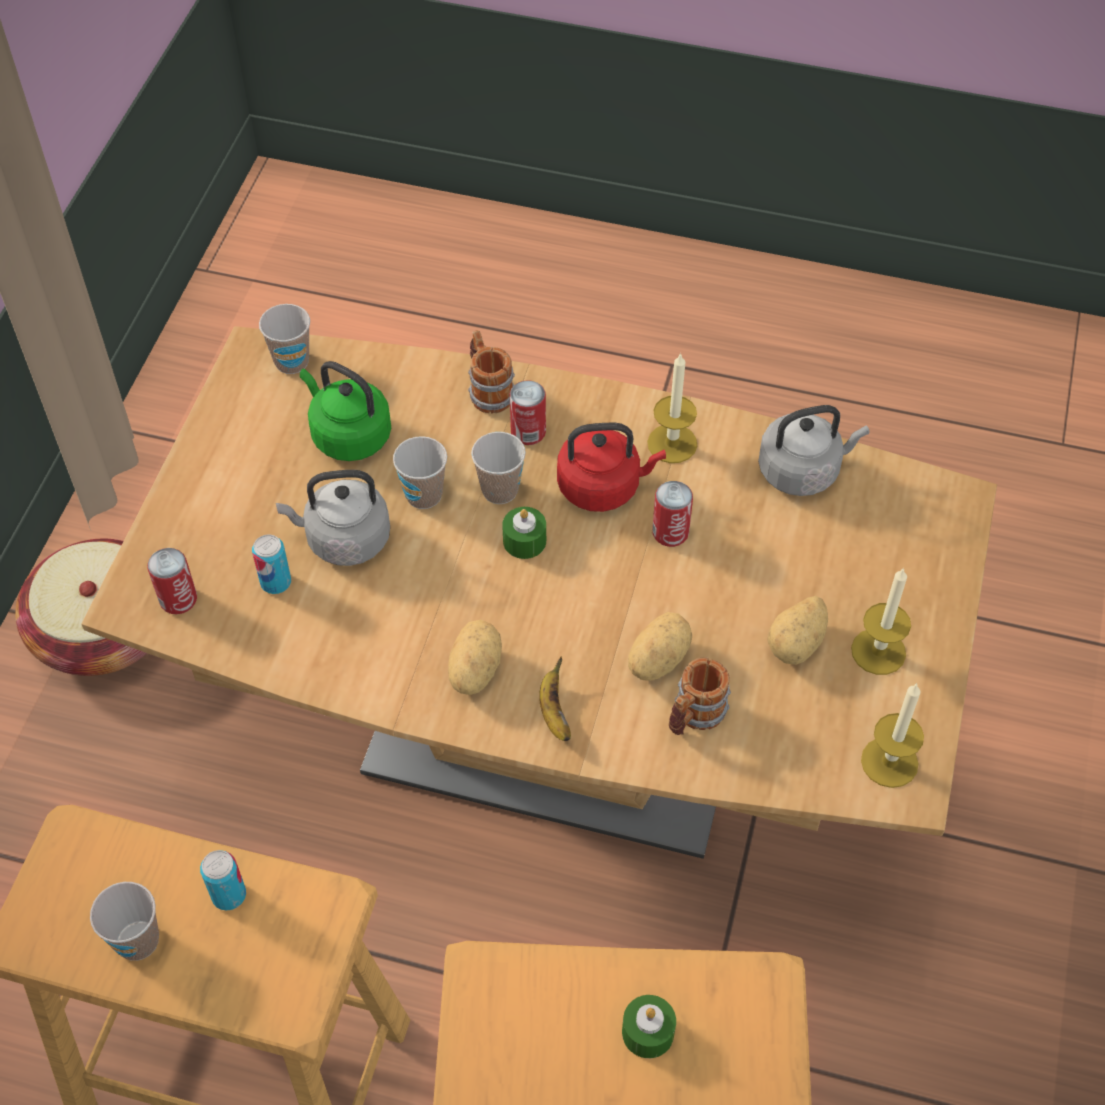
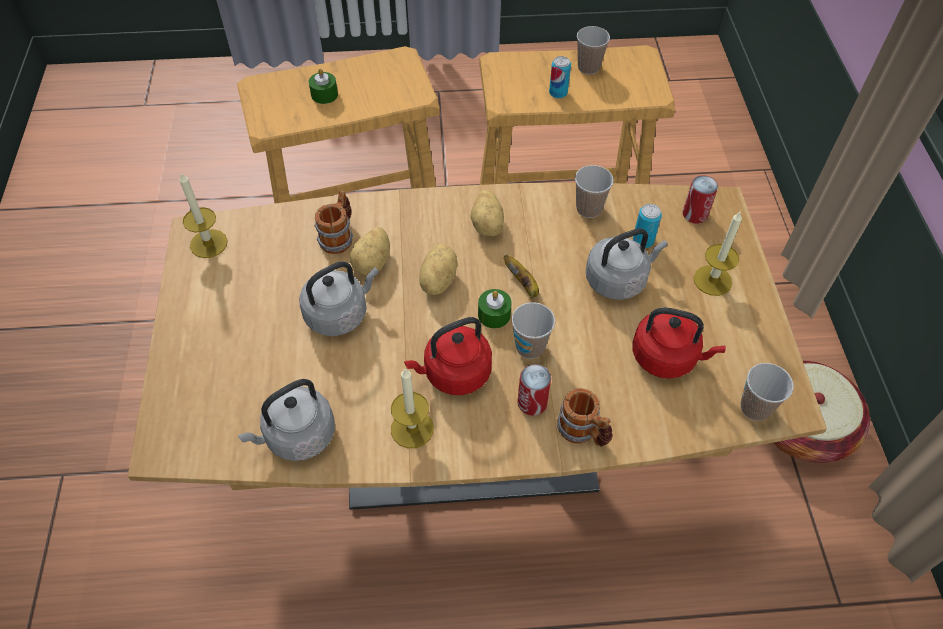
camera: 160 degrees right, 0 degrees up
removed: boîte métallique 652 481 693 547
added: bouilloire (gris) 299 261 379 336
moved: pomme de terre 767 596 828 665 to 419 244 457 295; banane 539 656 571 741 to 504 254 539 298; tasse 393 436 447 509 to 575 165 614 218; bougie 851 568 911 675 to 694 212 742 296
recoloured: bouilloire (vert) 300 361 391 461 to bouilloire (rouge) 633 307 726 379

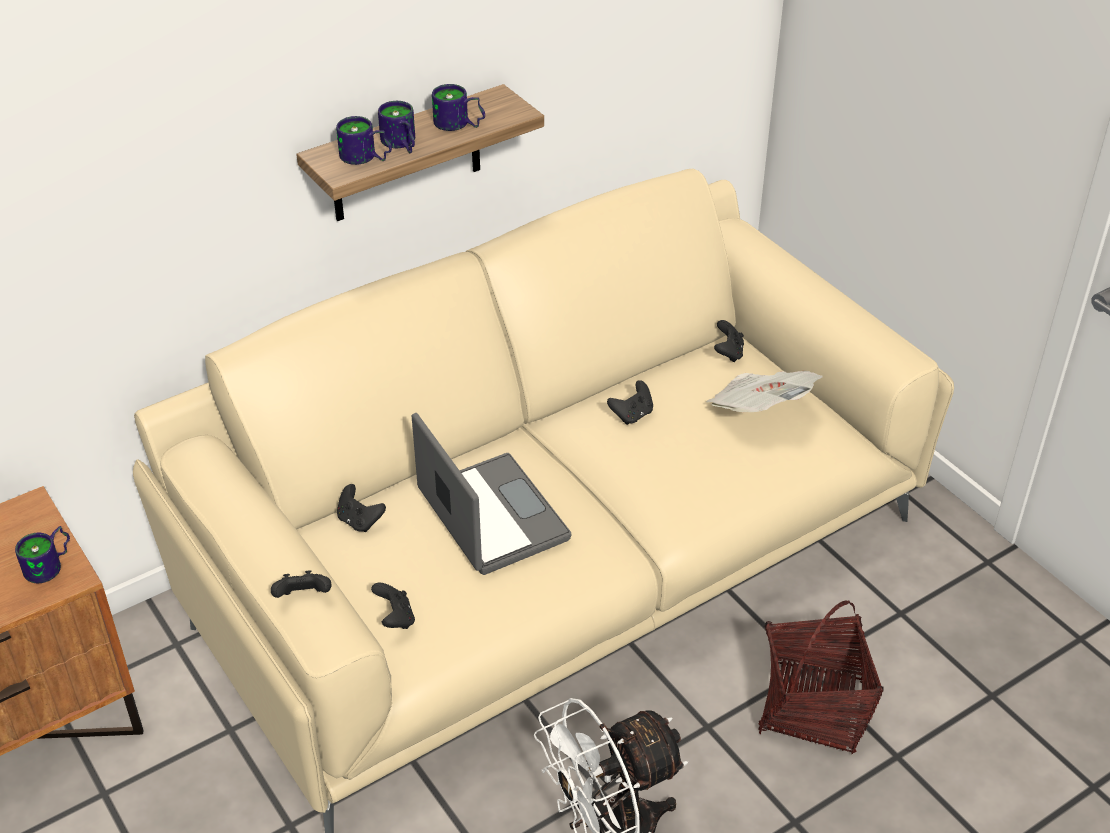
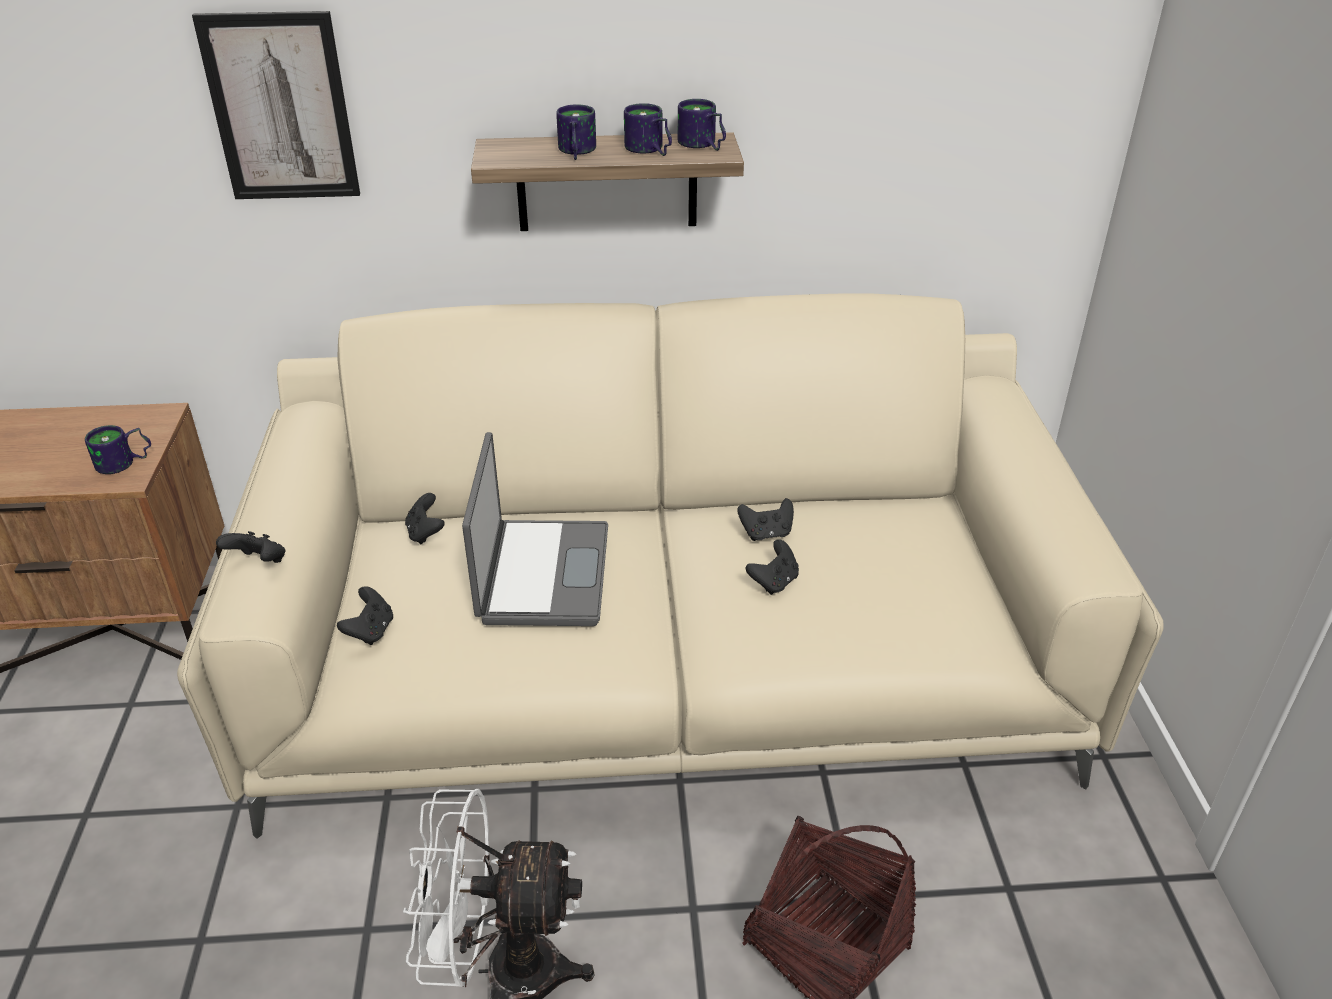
camera: 30 degrees right, 5 degrees down
removed: journal 706 371 822 412
added: tableau 192 11 360 199
moved: mug 336 116 392 165 to 678 99 726 151; manette (noir) 714 320 744 362 to 746 539 799 595

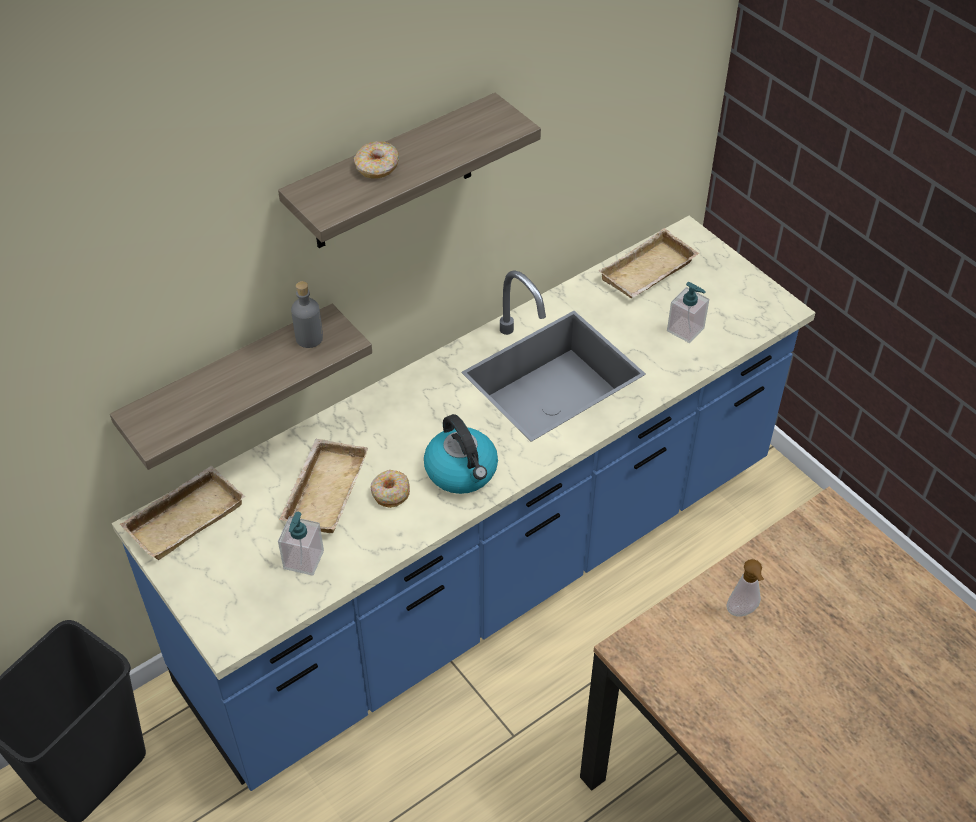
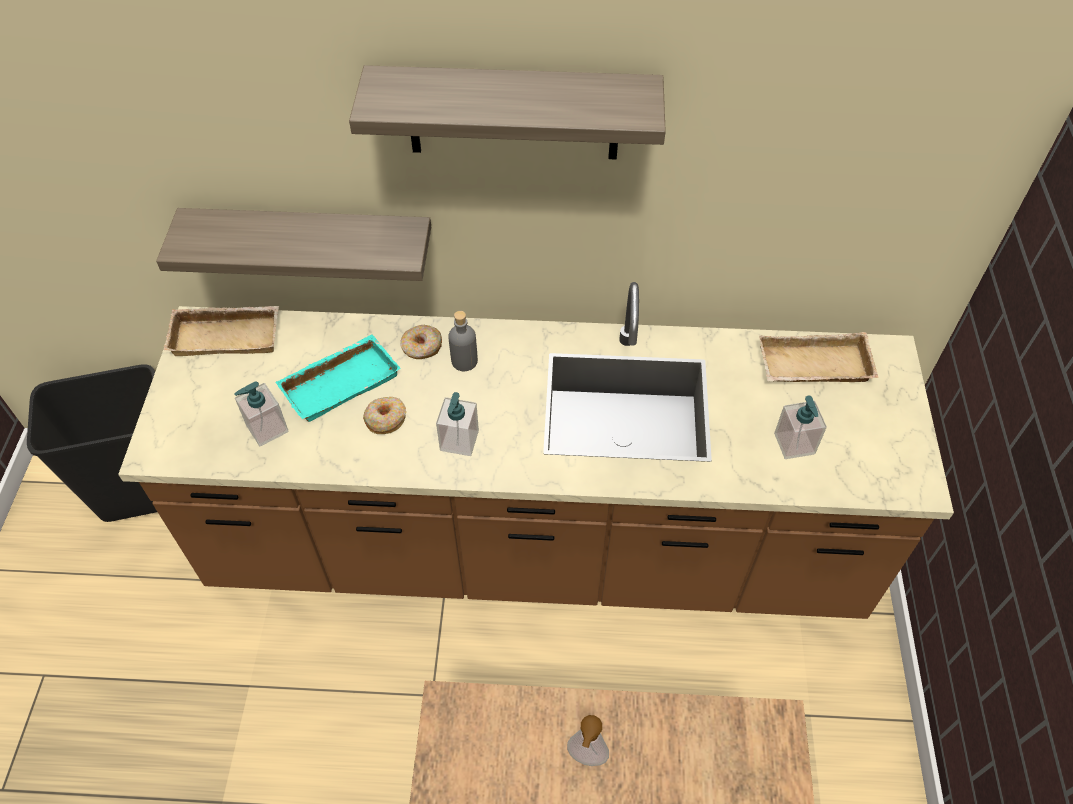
camera: 40 degrees right, 5 degrees up
moved: beignet 354 141 399 179 to 400 325 442 359; bouteille (gris) 291 281 323 348 to 448 311 478 371
replaced: bouilloire 424 414 498 494 to distributeur de savon 436 392 479 456
recoloured: comptoir de cuisine (bleu) 112 216 816 791 to comptoir de cuisine (marron) 118 282 954 619; plateau (beige) 279 439 368 533 to plateau (turquoise) 275 334 401 422

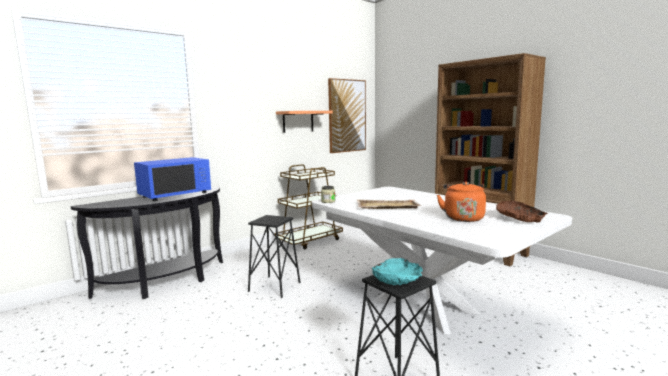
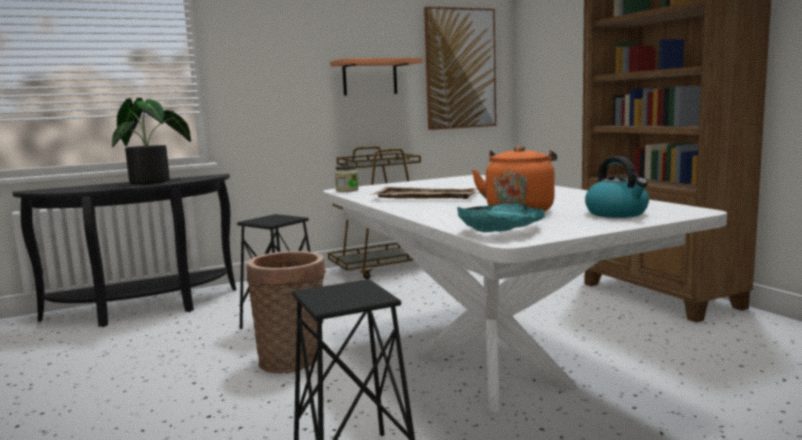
camera: 15 degrees right, 0 degrees up
added: panier 247 251 326 373
moved: bol (turquoise) 372 258 423 285 to 457 203 545 232
replaced: micro-ondes (bleu) 134 157 211 201 to plante en pot 112 98 191 184; bol (marron) 496 201 548 223 to bouilloire 585 156 649 218

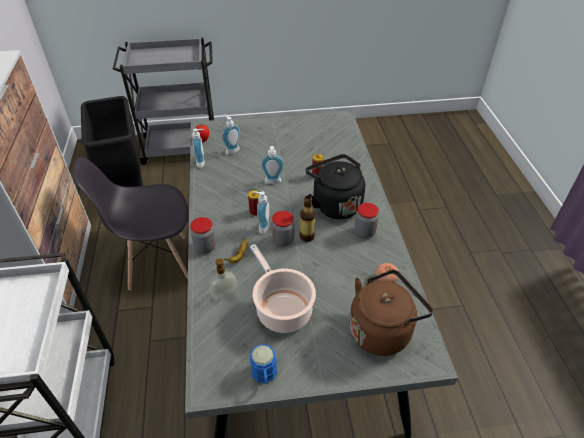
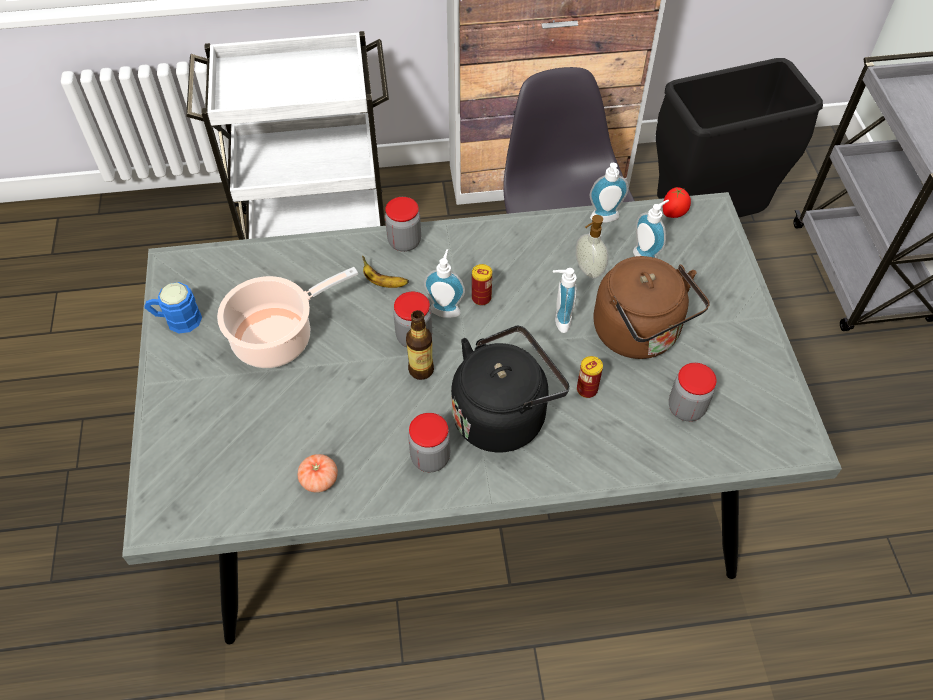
camera: 90 degrees right, 10 degrees up
added: bocal 669 363 717 421
moved: distributeur de savon 209 258 237 301 to 576 215 608 279; bouilloire (marron) 349 269 433 356 to 593 256 710 359

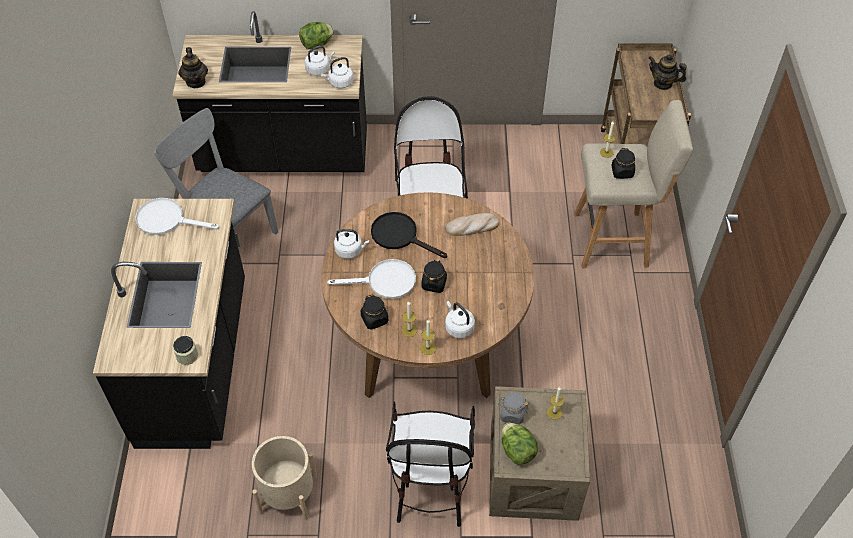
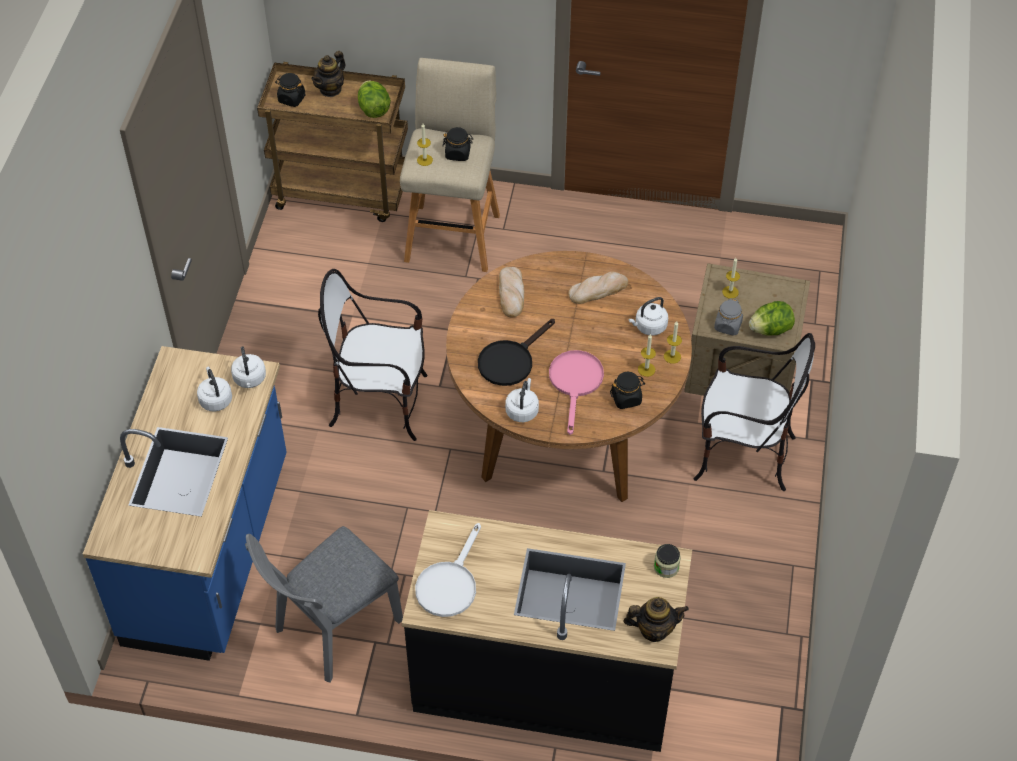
camera: 80 degrees left, 0 degrees up
removed: cache-pot (beige) 252 436 317 520
added: pain 568 272 628 304
moved: bocal (noir) 422 259 447 293 to 275 73 305 107; laitue 299 22 334 49 to 358 81 391 118; théière 178 47 208 88 to 624 597 689 642
recoloured: comptoir de cuisine (noir) 172 11 367 172 to comptoir de cuisine (bleu) 83 346 287 661; poêle (blanc) 327 259 416 299 to poêle (rose) 549 350 604 435

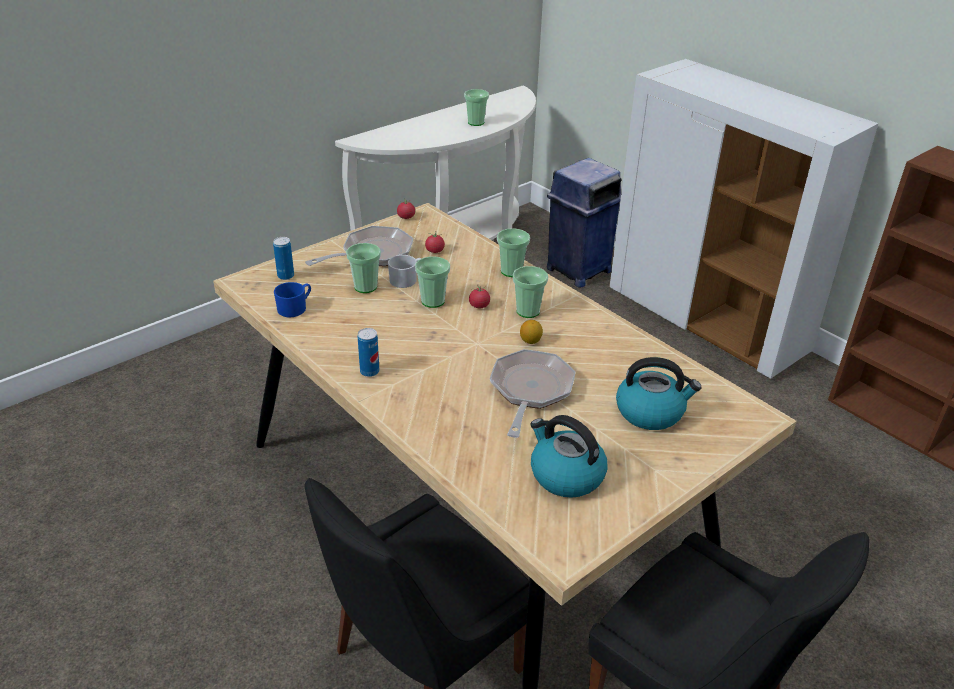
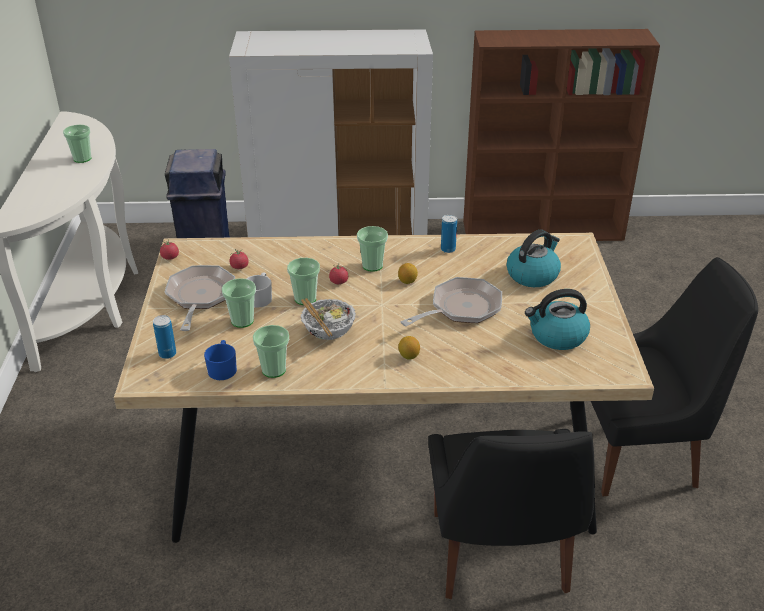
camera: 50 degrees left, 0 degrees up
added: bol 300 298 356 340; citron 398 336 420 360
moved: tasse 497 228 530 277 to 253 325 289 378; boîte métallique 357 328 379 377 to 441 214 457 253
turned: poêle 490 349 576 438 = 400 277 502 326 90 degrees clockwise

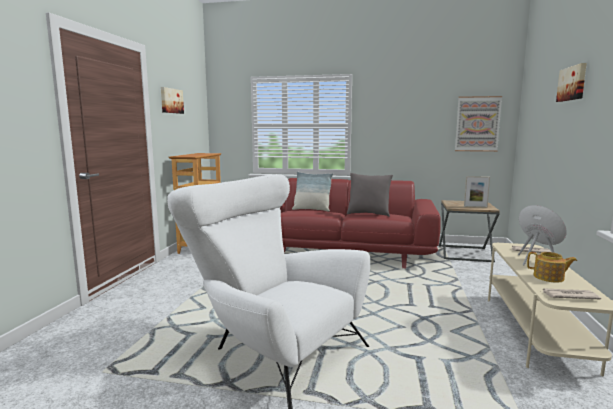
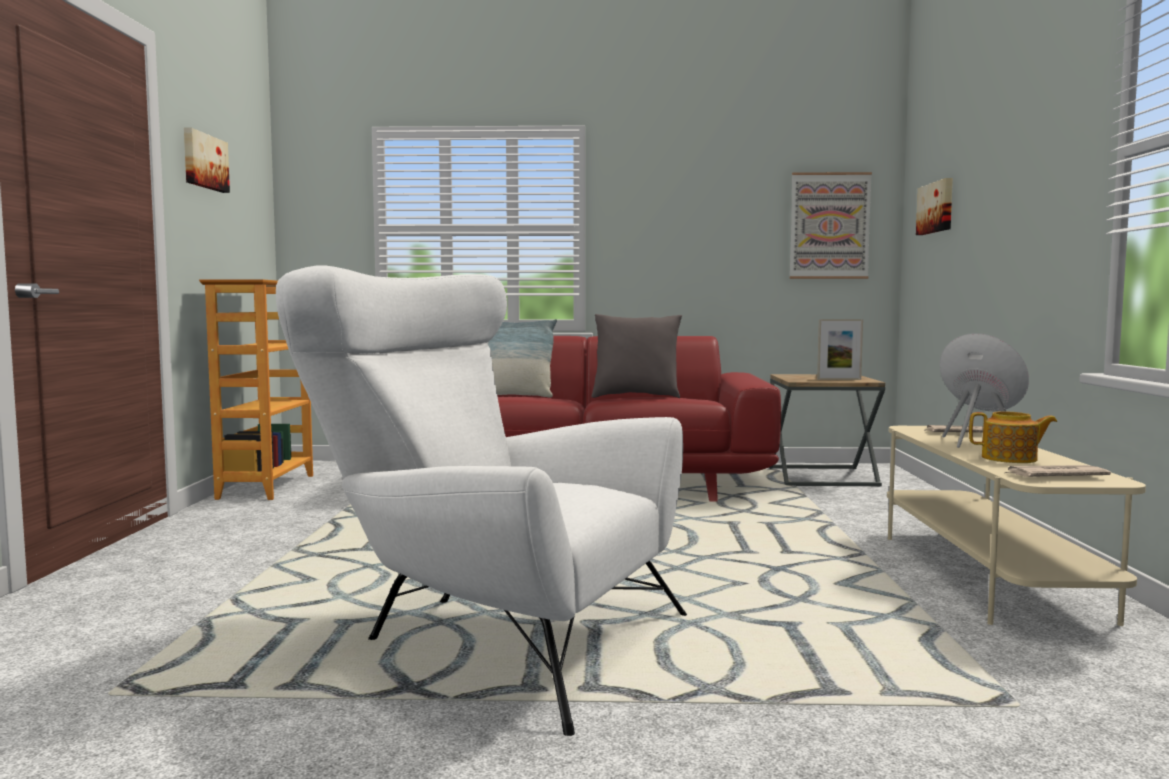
camera: 10 degrees left, 5 degrees down
moved: tableau 556 63 587 102 to 916 178 953 235

